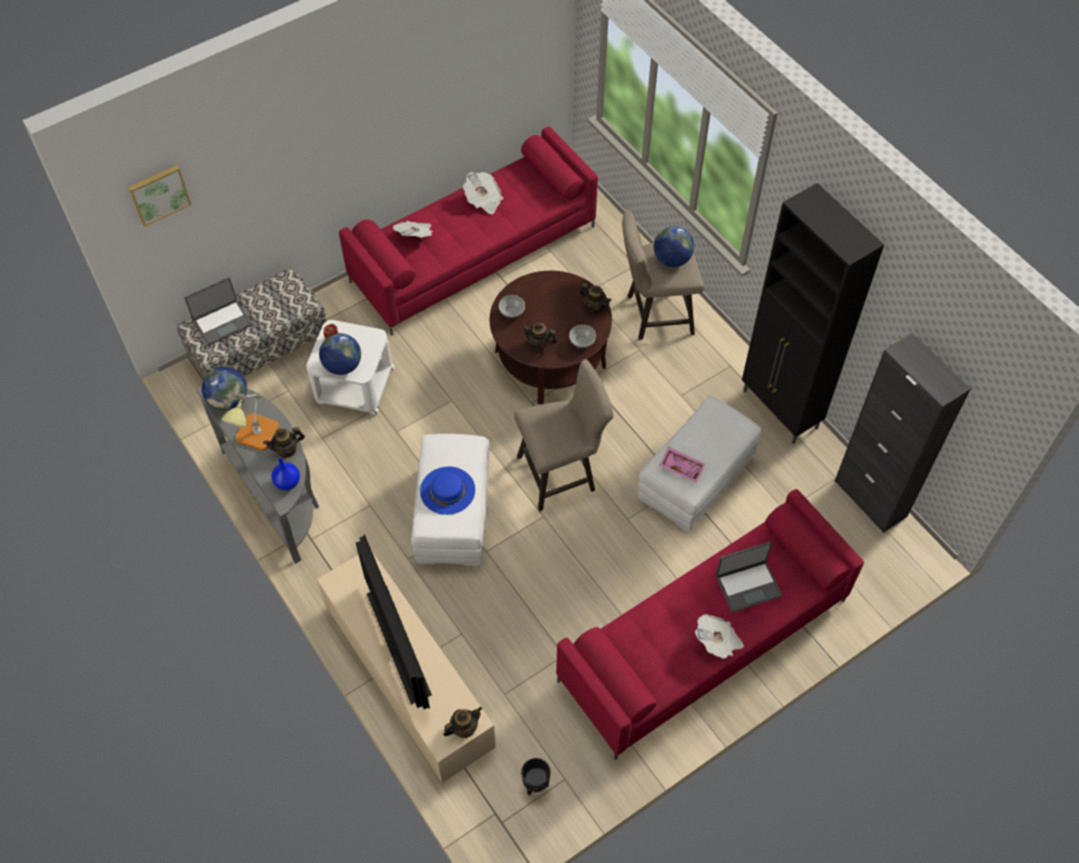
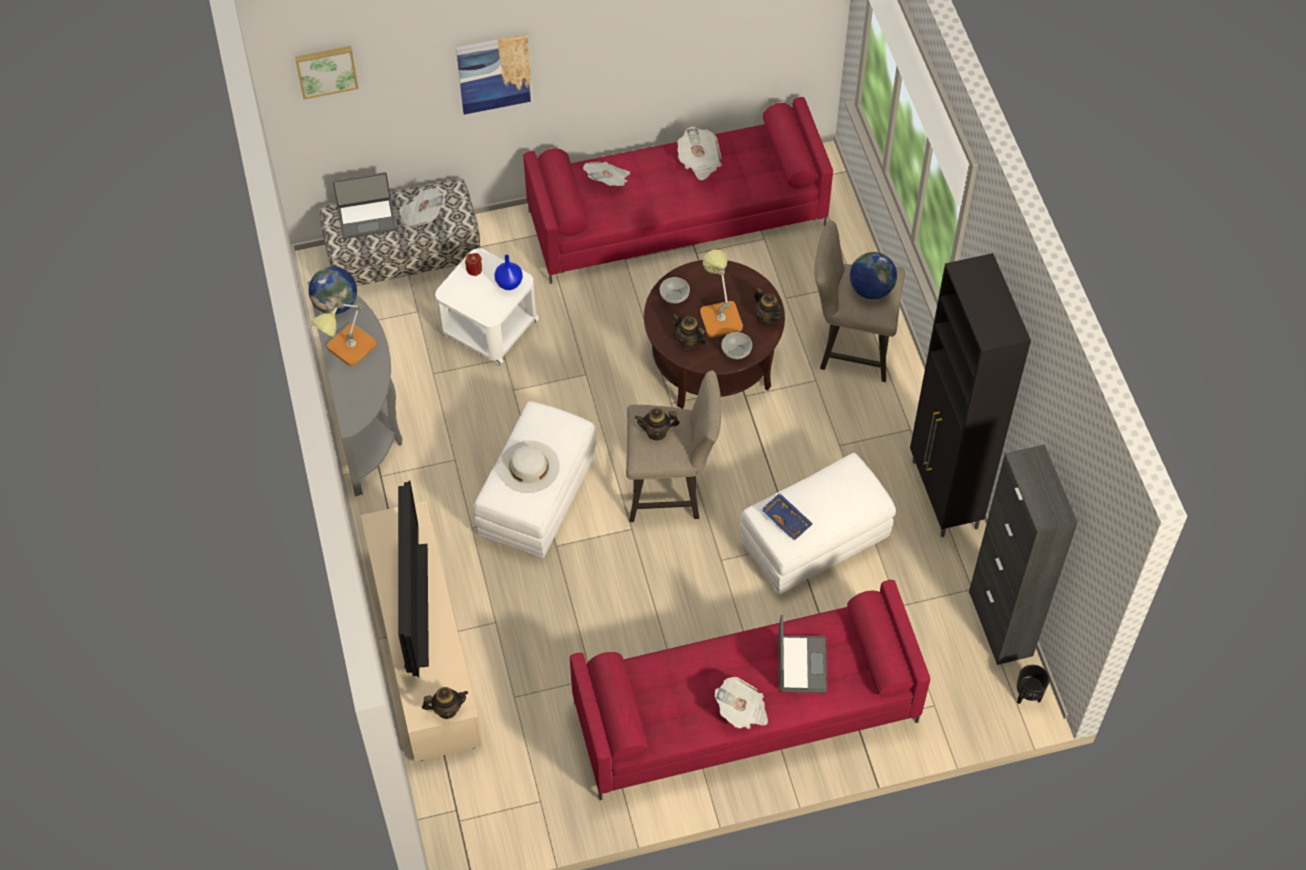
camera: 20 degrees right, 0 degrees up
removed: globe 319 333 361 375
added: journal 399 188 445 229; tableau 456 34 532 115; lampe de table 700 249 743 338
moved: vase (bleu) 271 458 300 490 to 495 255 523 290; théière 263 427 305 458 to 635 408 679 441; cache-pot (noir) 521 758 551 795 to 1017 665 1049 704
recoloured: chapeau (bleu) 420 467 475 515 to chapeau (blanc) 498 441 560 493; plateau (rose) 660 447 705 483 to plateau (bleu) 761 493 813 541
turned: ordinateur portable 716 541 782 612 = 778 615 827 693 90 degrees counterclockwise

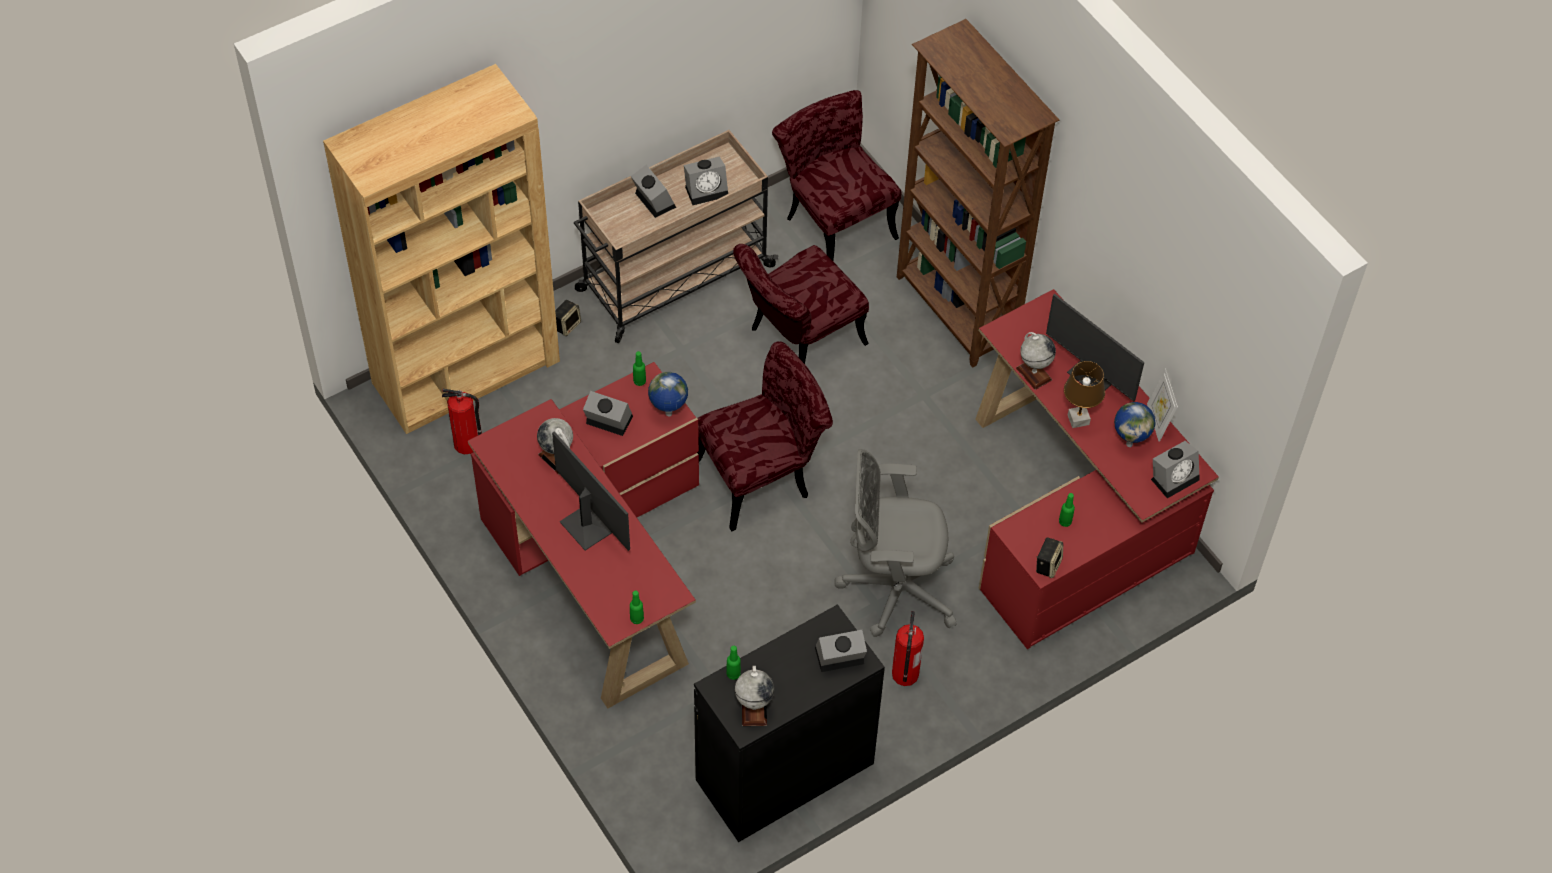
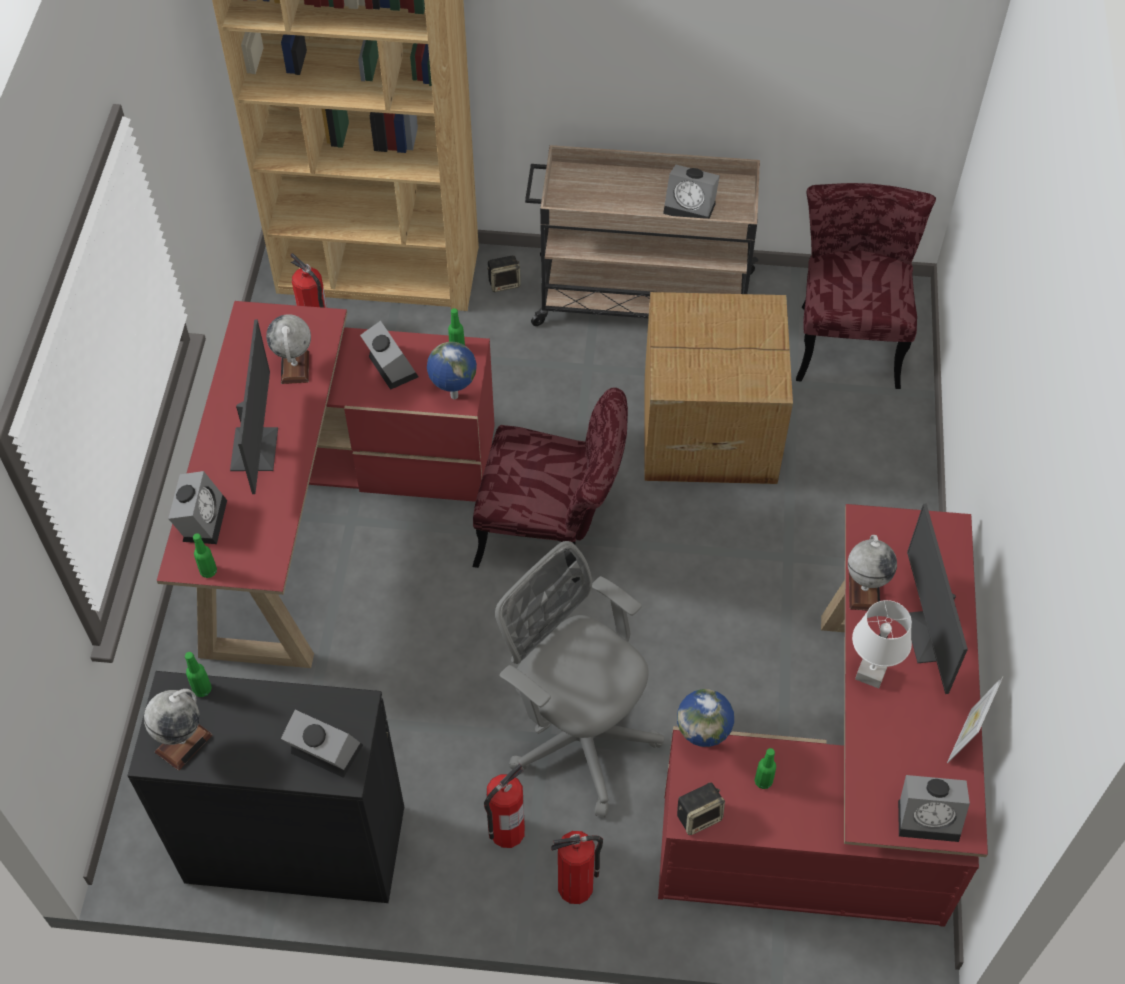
camera: 40 degrees right, 0 degrees up
removed: bibliothèque (marron) 897 19 1059 368
added: extincteur 551 831 603 904
moved: réveil 631 165 676 218 to 168 471 227 544; globe 1114 402 1155 447 to 677 689 734 747
replaced: chaise (rouge) 733 244 869 364 to carton 644 292 793 484
recoloured: lampe de table (marron) 1064 361 1105 428 to lampe de table (blanc) 852 600 912 688

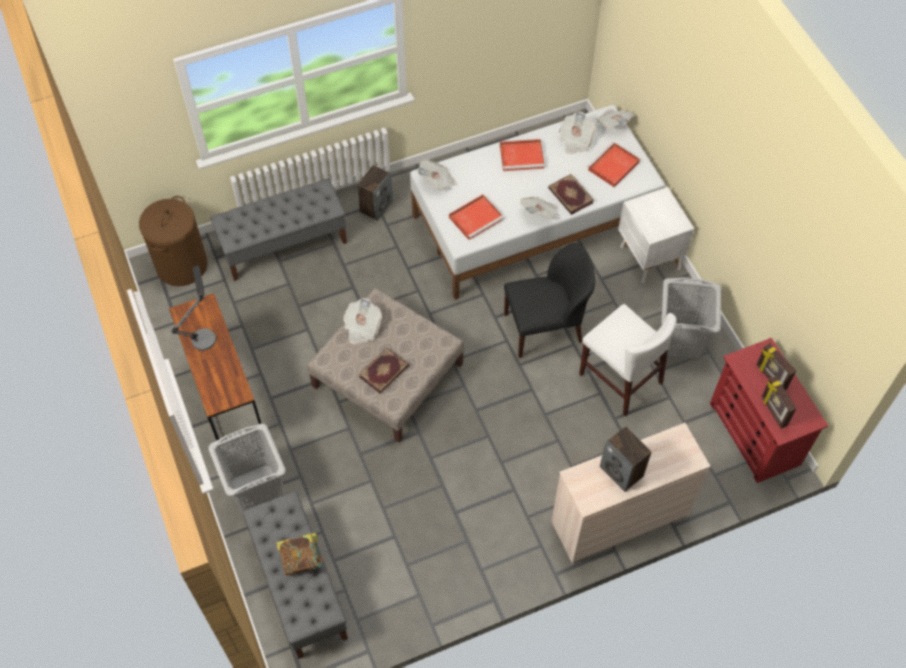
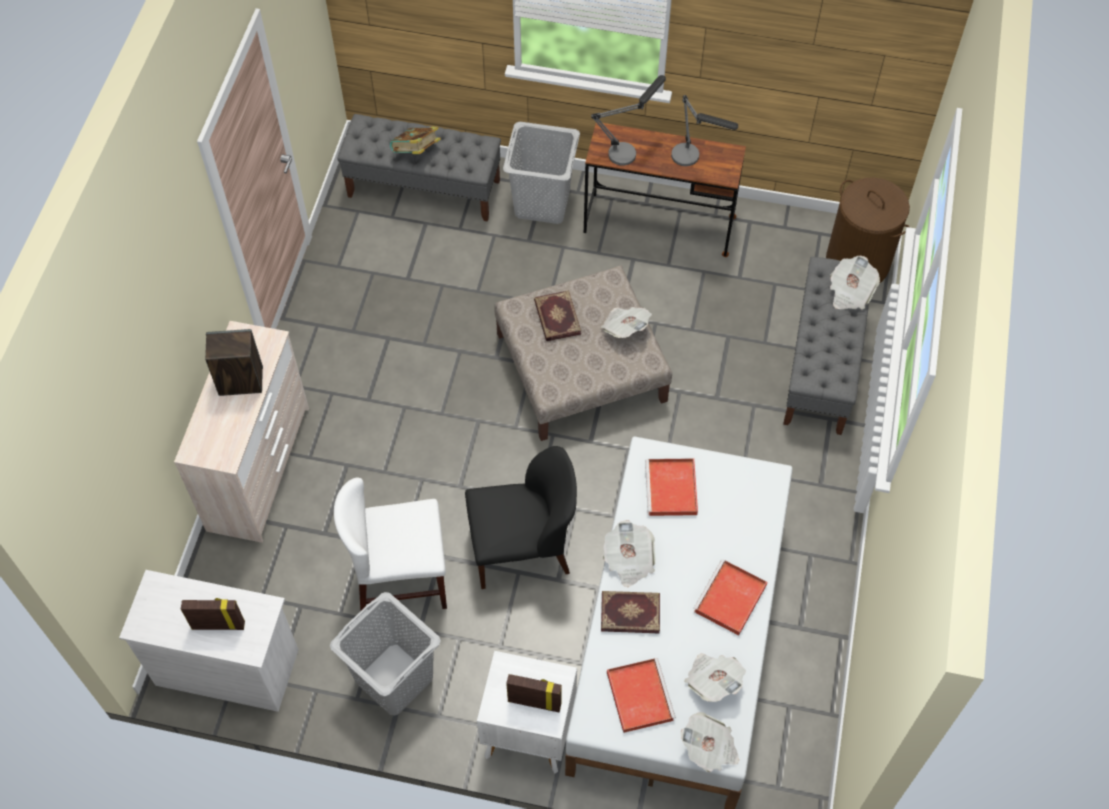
camera: 125 degrees right, 0 degrees up
removed: enceinte 357 165 393 221
added: lampe de table 591 75 666 166
moved: cadre photo 761 376 797 429 to 506 674 562 712; journal 417 160 457 190 to 830 256 880 309
recoloured: commode (rouge) 710 338 828 483 to commode (blanc) 119 570 299 712
turned: chaise (noir) 504 243 595 358 = 465 446 577 589 120 degrees counterclockwise

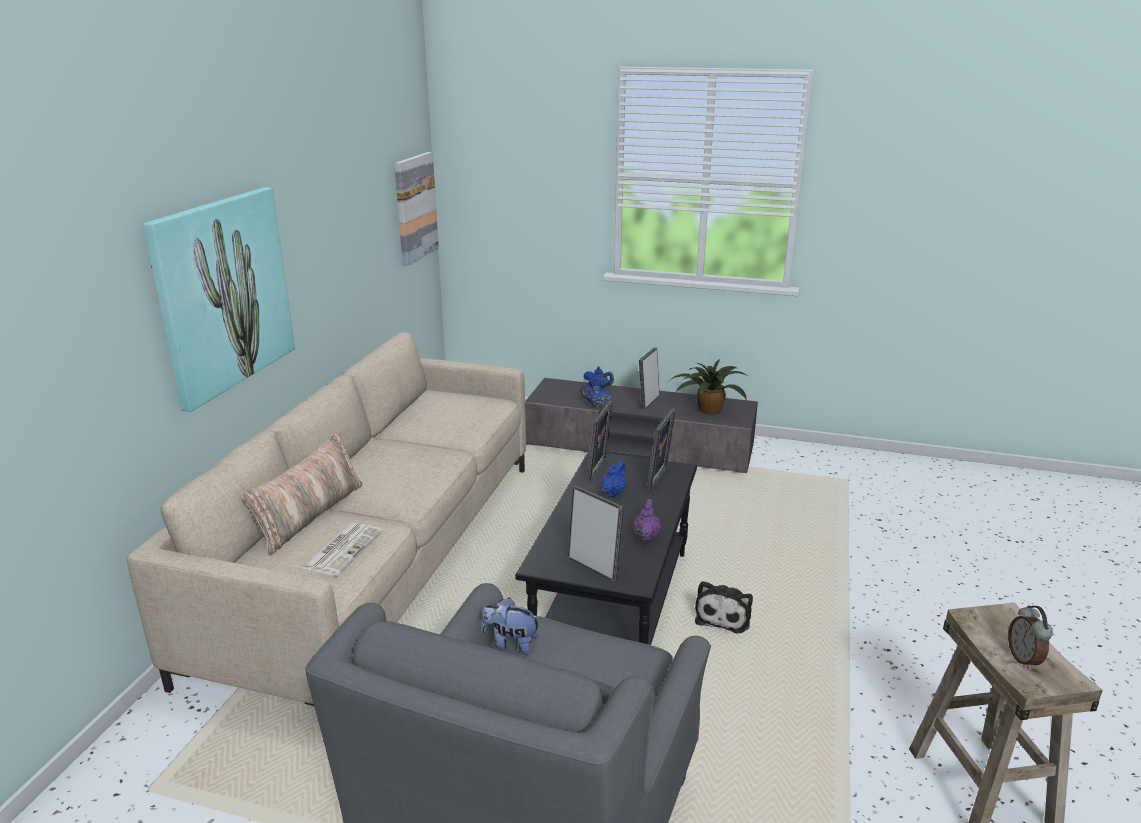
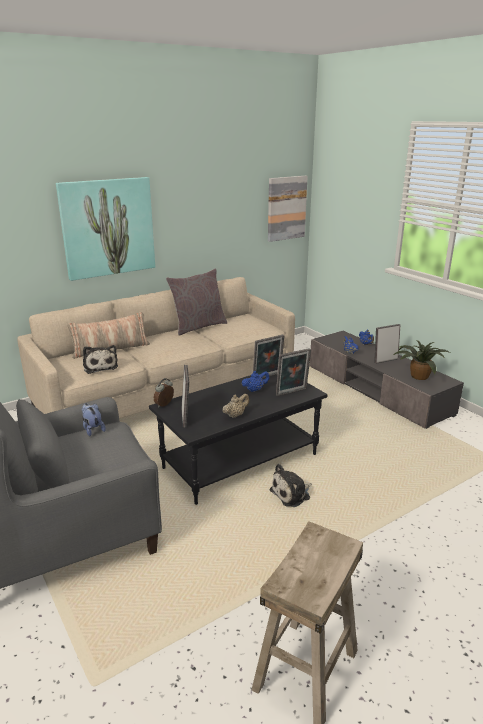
camera: 40 degrees right, 0 degrees up
added: coussin (gris) 166 268 227 335
moved: réveil 1008 605 1053 670 to 154 378 174 407
replaced: journal 302 523 383 576 to peluche 83 345 118 374
recoloured: théière (violet) 633 499 660 541 to théière (beige) 222 393 249 418

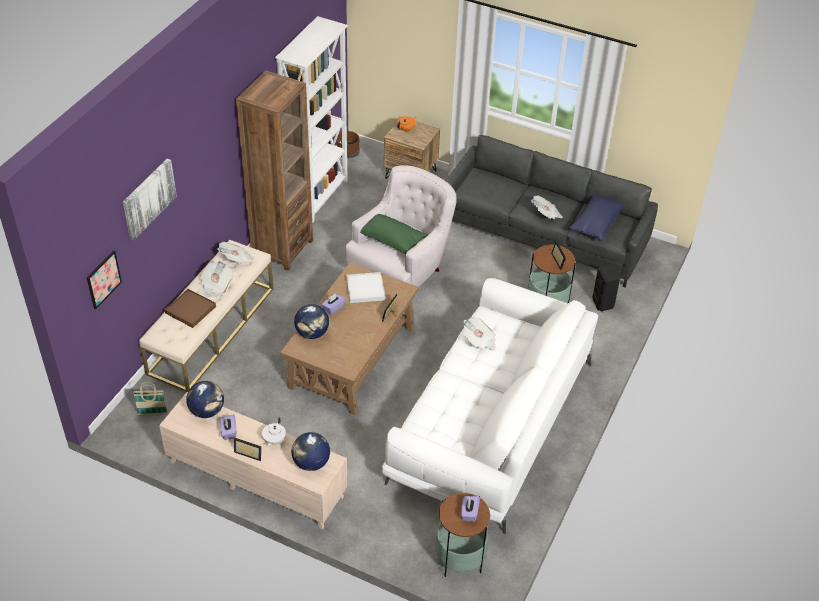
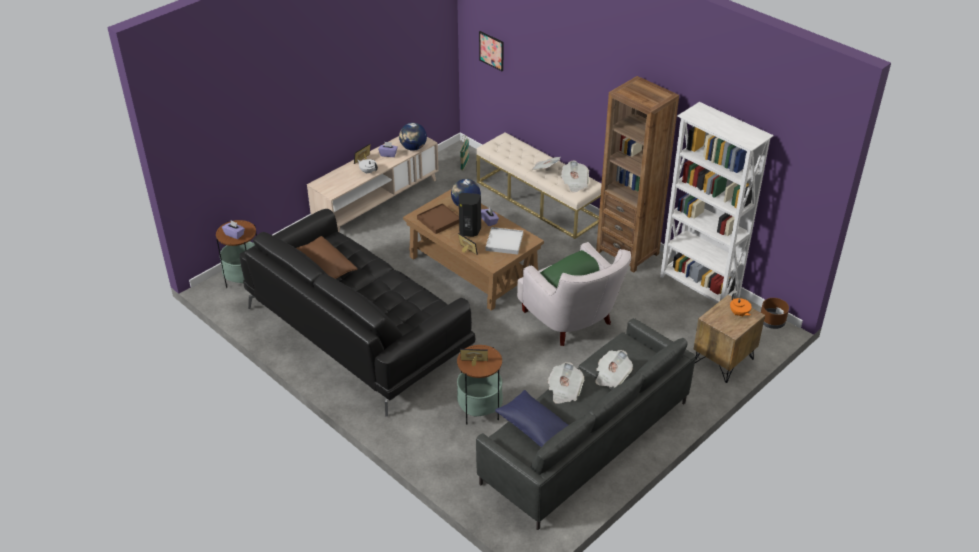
camera: 110 degrees right, 5 degrees down
removed: tableau 123 159 177 240; globe 292 432 330 471
added: coussin (marron) 296 236 358 279
moved: plateau (marron) 165 289 216 328 to 417 203 459 234; enceinte (noir) 592 266 621 311 to 459 193 481 237; journal 463 317 496 351 to 595 350 633 388
recoloured: canapé (blanc) 382 278 598 534 to canapé (noir) 240 209 475 417

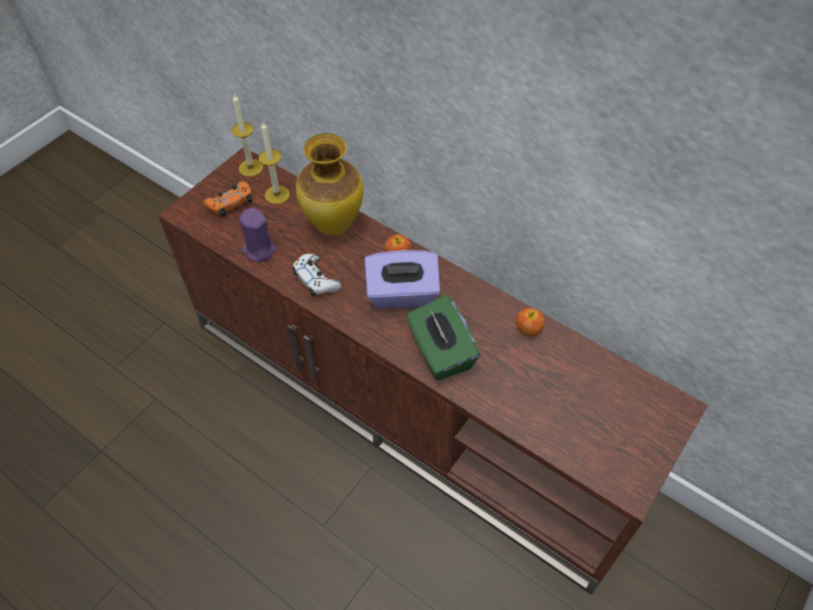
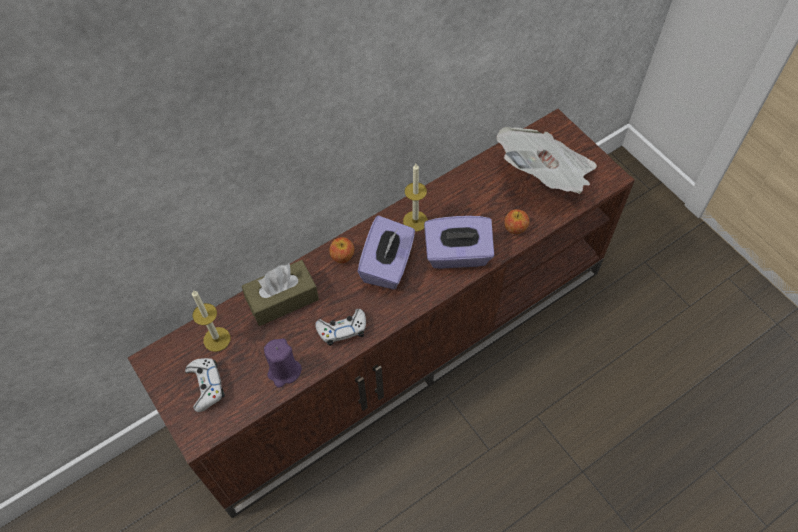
camera: 70 degrees left, 5 degrees up
added: journal 496 127 597 193
moved: bougie 231 94 263 177 to 403 164 428 232; pomme 516 308 544 337 to 504 209 529 234
replaced: vase 296 133 364 235 to boîte à mouchoirs (marron) 242 260 319 326
recoloured: manette (orange) 204 181 252 216 to manette (blanc) 185 358 225 412; boîte à mouchoirs (vert) 407 295 480 380 to boîte à mouchoirs (violet) 424 216 494 268

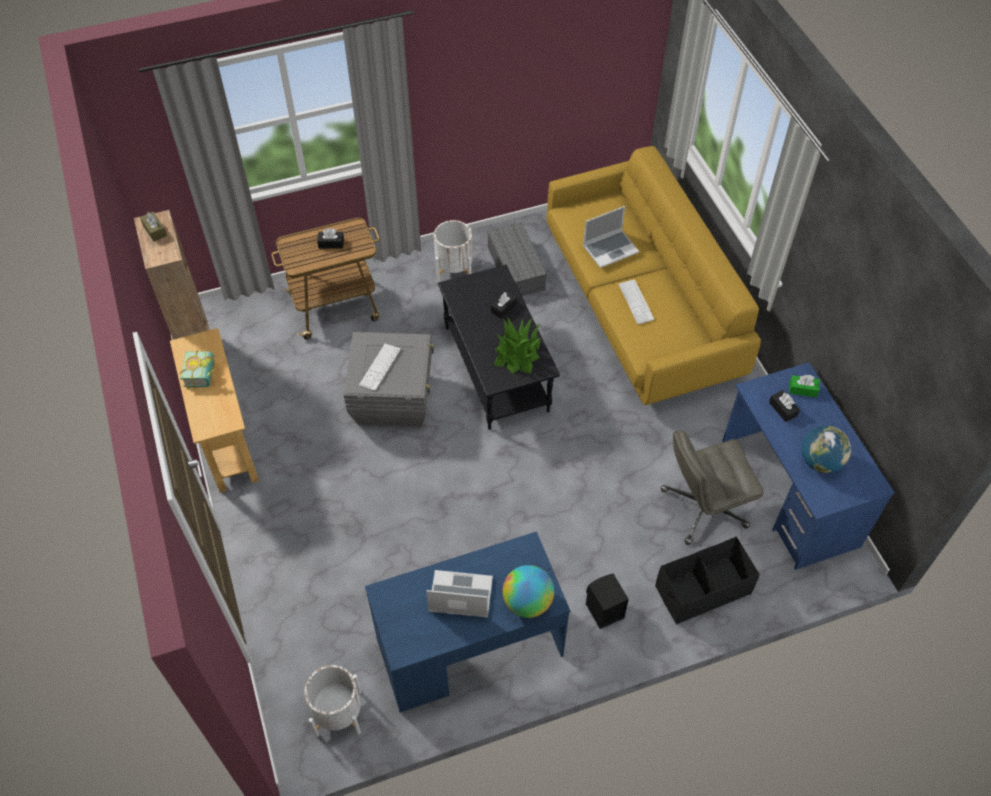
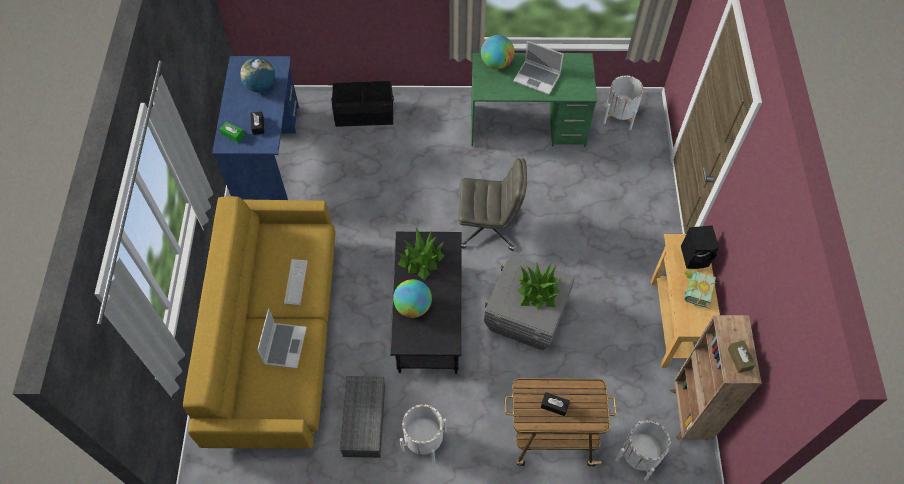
camera: 160 degrees left, 5 degrees up
added: cache-pot (blanc) 615 420 671 481
moved: chaise de bureau (gris) 661 430 763 545 to 458 158 527 251; enceinte (noir) 586 573 629 629 to 681 225 719 269
replaced: boîte à mouchoirs (noir) 491 291 517 318 to globe 393 279 432 318; clavier 359 344 401 391 to plante en pot 518 263 561 310
recoloured: bureau (bleu) 365 531 570 712 to bureau (vert) 471 53 597 147
turned: ordinateur portable 583 206 639 268 = 257 309 307 369 105 degrees clockwise

